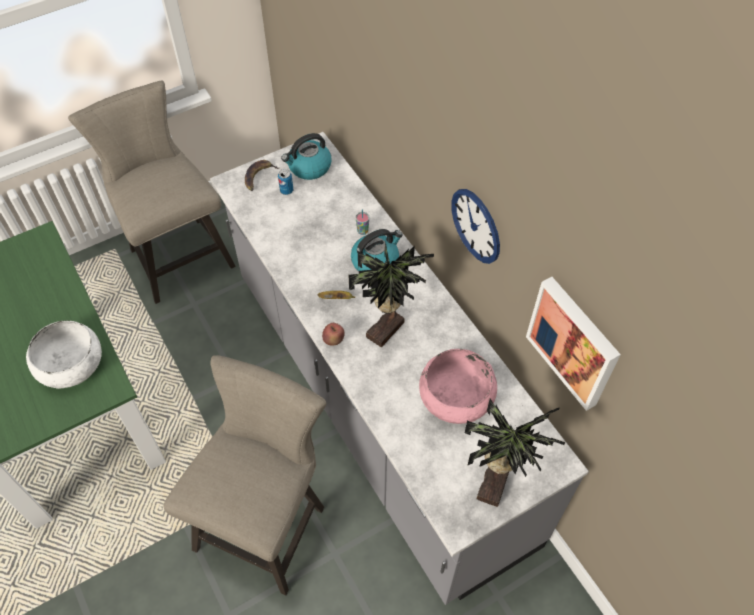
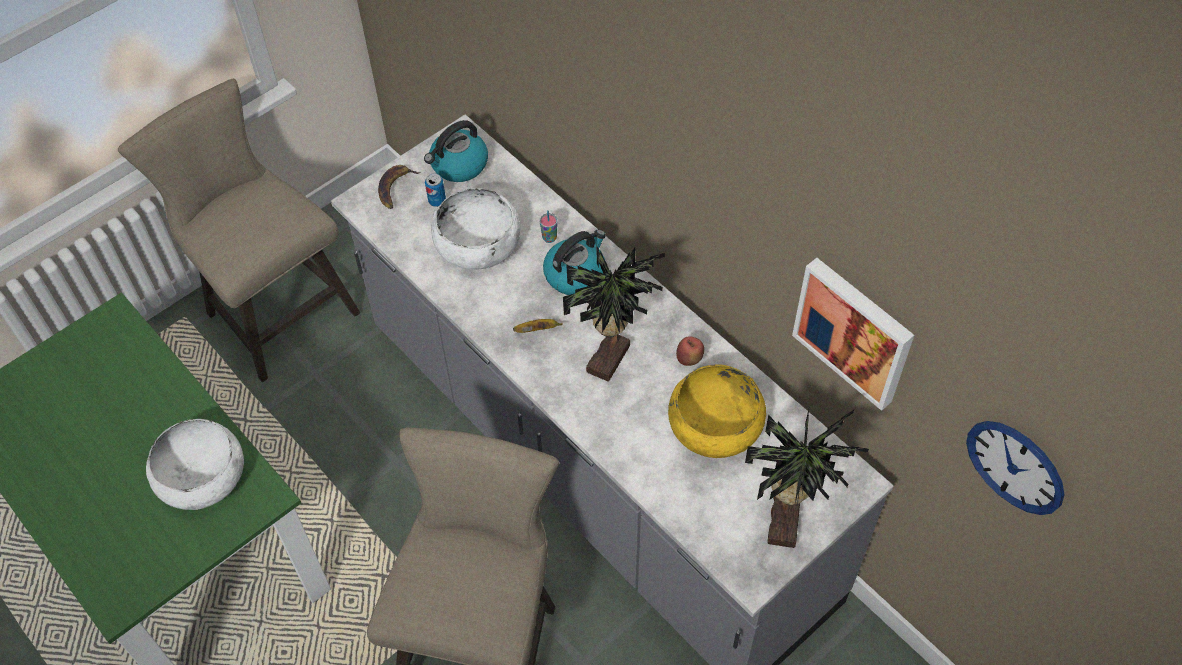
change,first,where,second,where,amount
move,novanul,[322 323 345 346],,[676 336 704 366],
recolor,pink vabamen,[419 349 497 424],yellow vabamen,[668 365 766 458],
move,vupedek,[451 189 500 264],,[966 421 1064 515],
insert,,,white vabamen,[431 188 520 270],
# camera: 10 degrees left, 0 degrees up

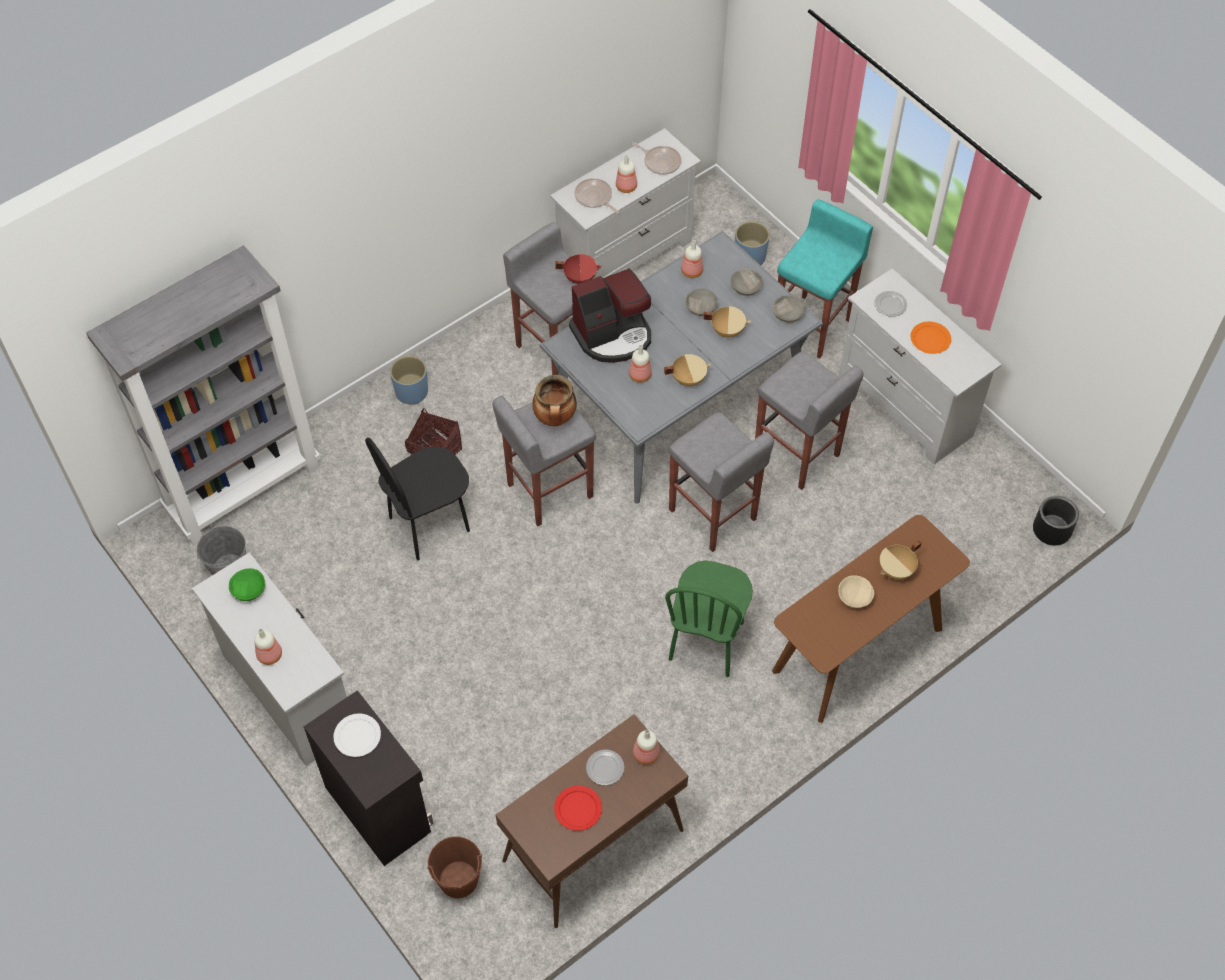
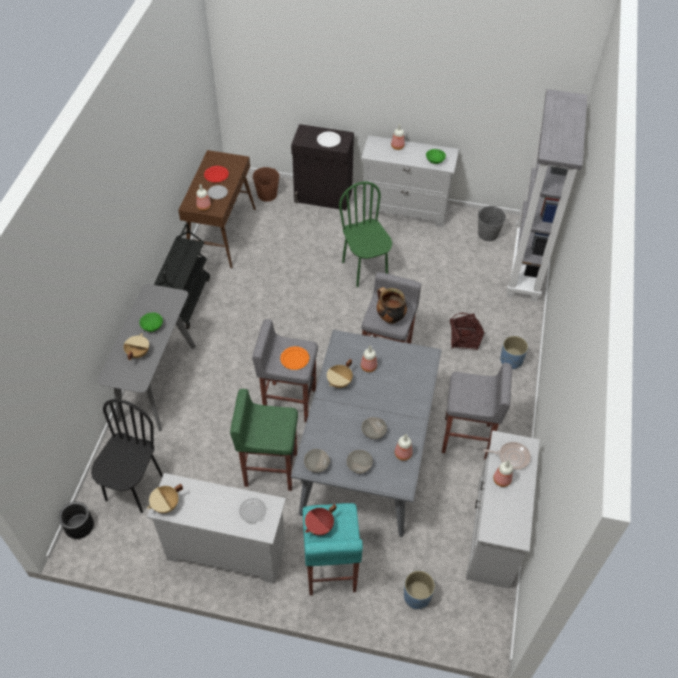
change,first,where,second,where,amount
move,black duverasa,[365 438 470 560],,[91 399 163 513],
move,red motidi,[555 254 602 284],,[305 504 336 536],
delete,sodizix,[569 268 651 363],,,
delete,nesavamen,[632 142 681 175],,,
move,green duverasa,[665 560 753 677],,[339 181 392 287],
move,beige motidi,[703 306 751 338],,[147 484 183 513],
recolor,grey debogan,[755 351 864 490],green debogan,[230 389 298 491],
recolor,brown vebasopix,[772 515 970 723],grey vebasopix,[97 284 196 431],
recolor,beige vabamen,[838 575 874 608],green vabamen,[139 312 163 332],
move,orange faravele,[911 321 951 354],,[280 346 309 370],
insert,,,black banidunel,[154 223 210 329],
# camera: 140 degrees right, 5 degrees down

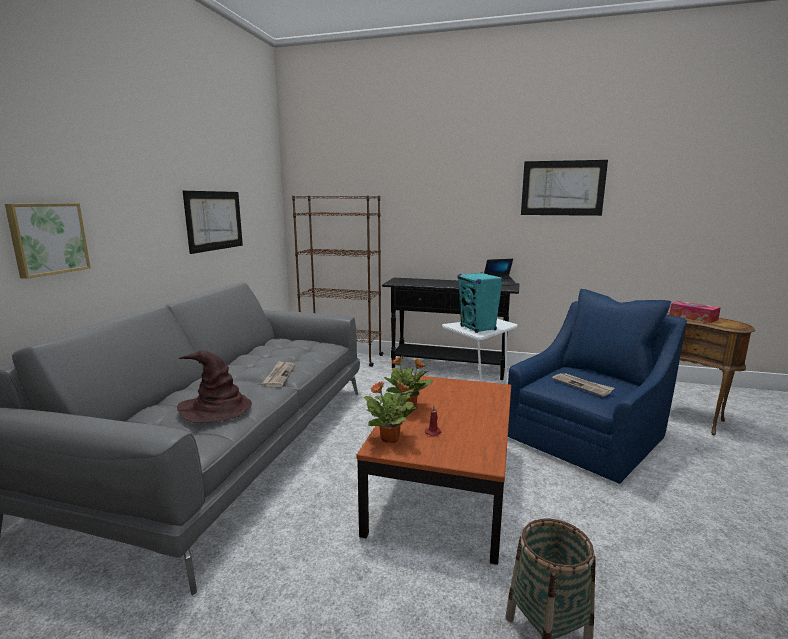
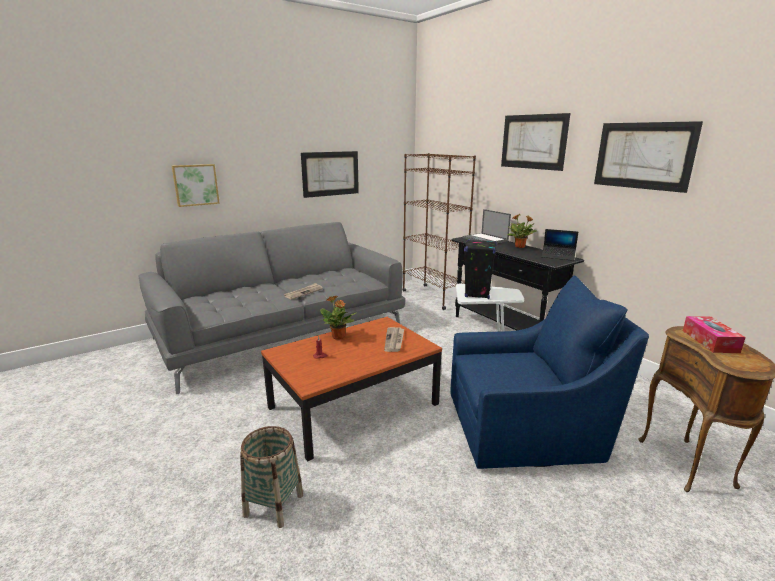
change,first,where,second,where,amount
delete,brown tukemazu,[177 351 252 423],,,
move,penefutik,[364 381 418 443],,[507 214 537 248],
recolor,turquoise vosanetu,[458 272 503 333],black vosanetu,[464 239 497 299],
move,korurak,[552 373 614 397],,[384 327 404 352],
insert,,,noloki,[462 209 511 243],
insert,,,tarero,[501 113 570 171],
# camera: 40 degrees right, 5 degrees up

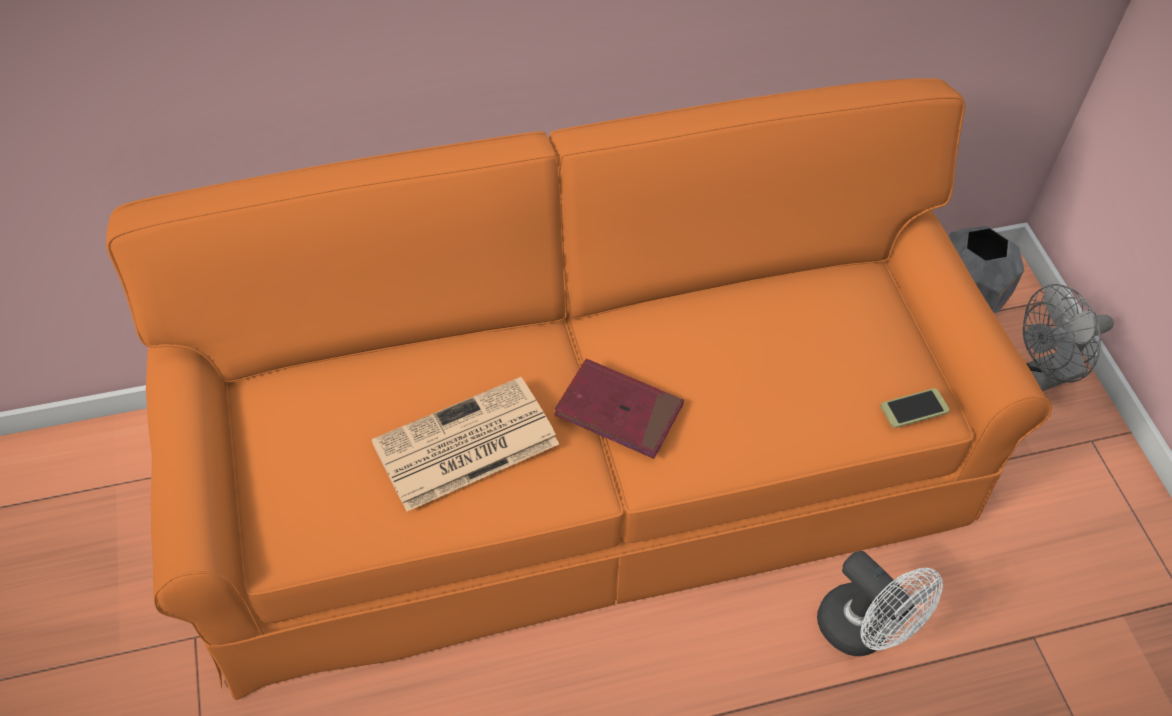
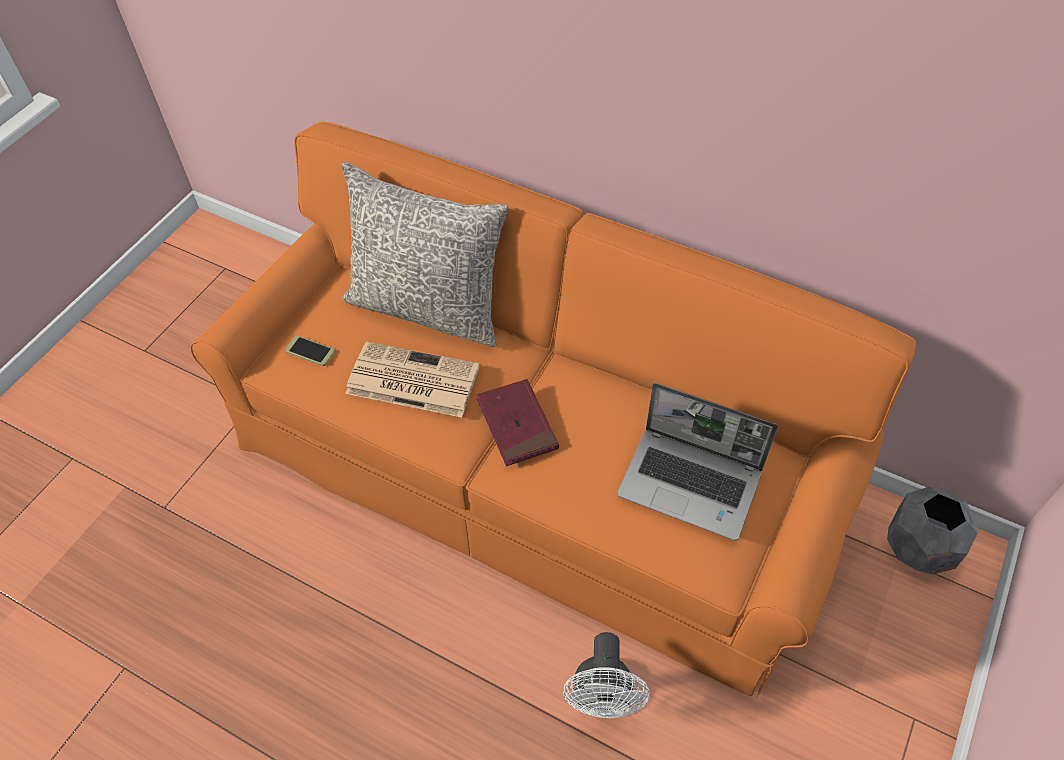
change,first,where,second,where,amount
move,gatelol,[881 388 949 428],,[285 335 335 366],
delete,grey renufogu,[1023 284 1114 391],,,
insert,,,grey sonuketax,[342 161 509 347],
insert,,,noloki,[618 383 778 540],
# camera: 45 degrees right, 0 degrees up

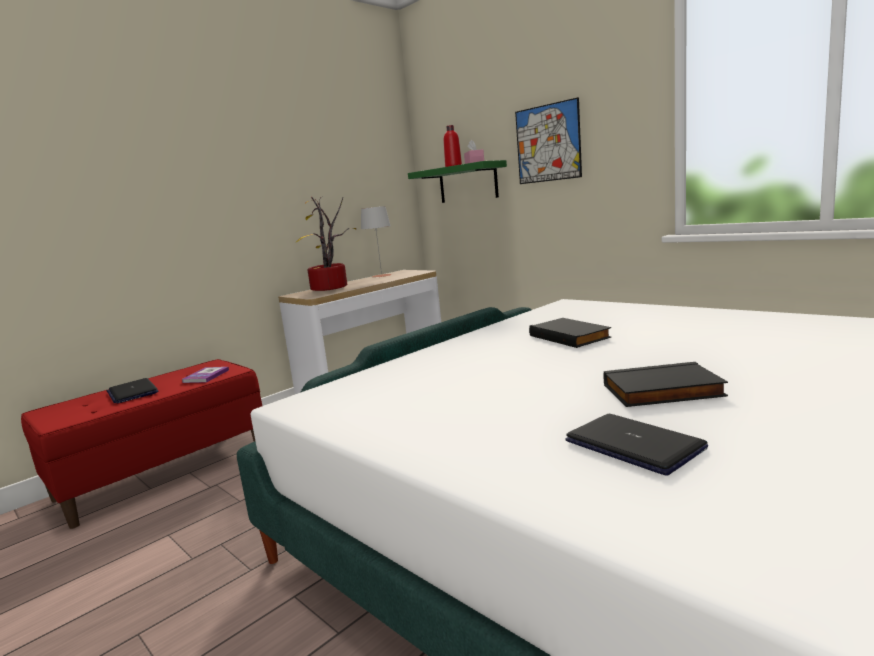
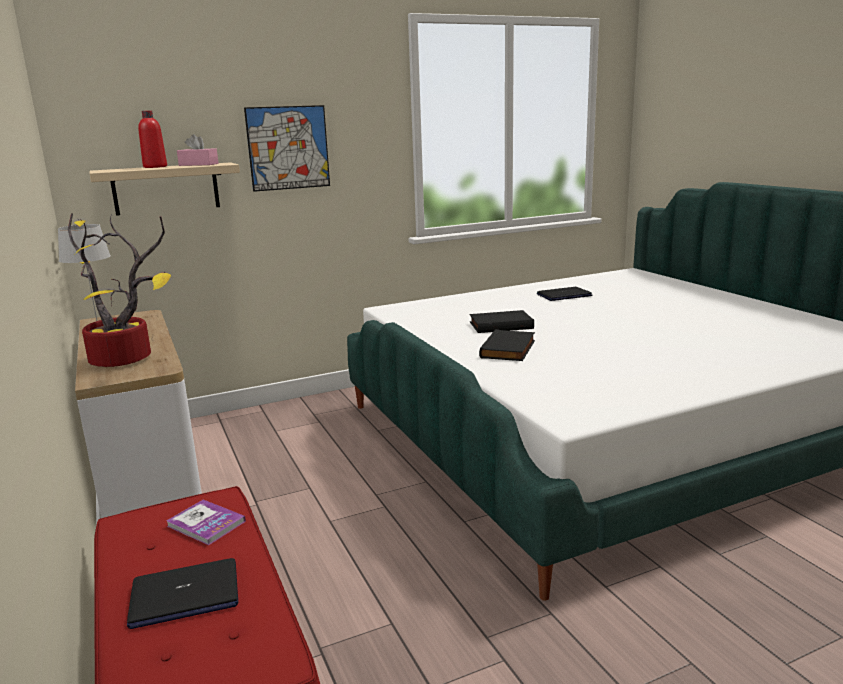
change,first,where,second,where,amount
recolor,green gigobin,[408 160 507 203],beige gigobin,[89 162 240 216],
move,noloki,[565 414 708 476],,[537 287 592 301],
move,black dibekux,[604 362 728 407],,[479 329 535 361],
# camera: 70 degrees left, 5 degrees up

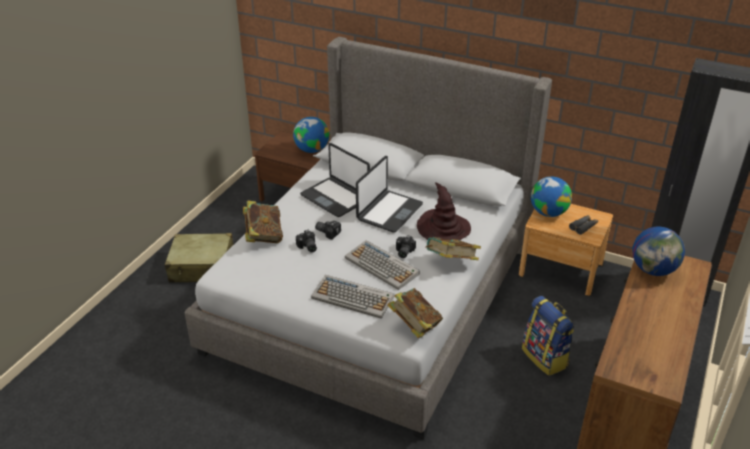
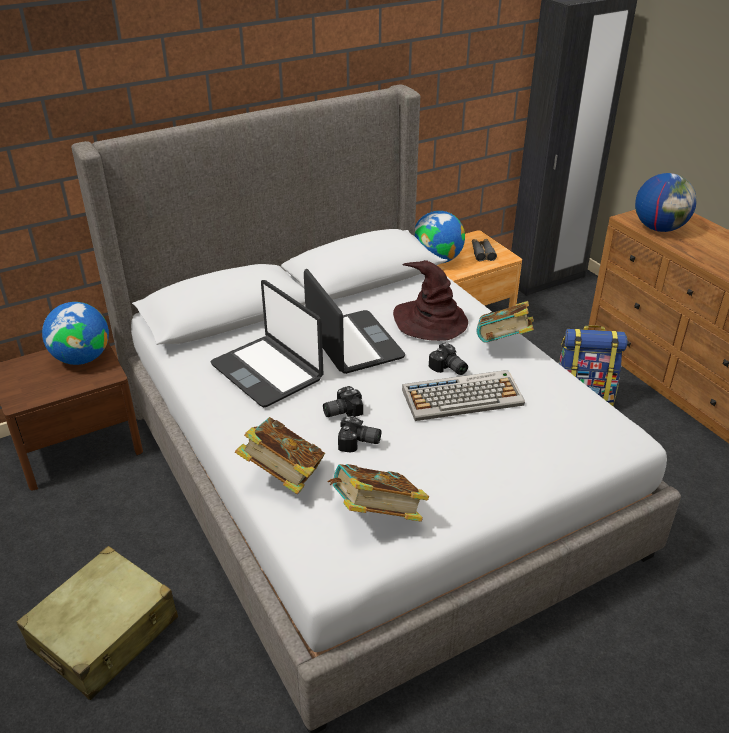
change,first,where,second,where,amount
rotate,noloki,[300 143 370 217],,[210 280 323 407],60 degrees clockwise
delete,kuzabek,[311 275 394 319],,,
move,dibekux,[387 288 443 338],,[327 464 429 522],
# camera: 55 degrees left, 0 degrees up

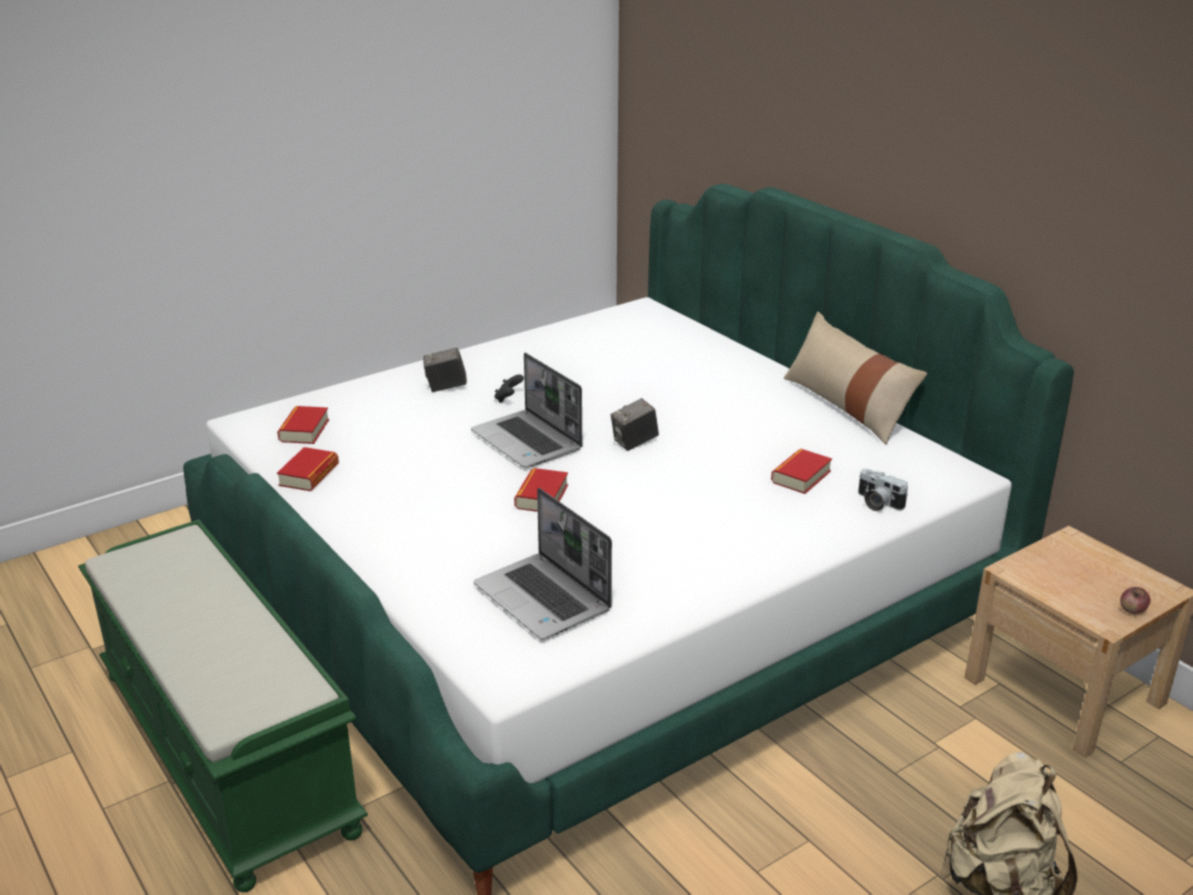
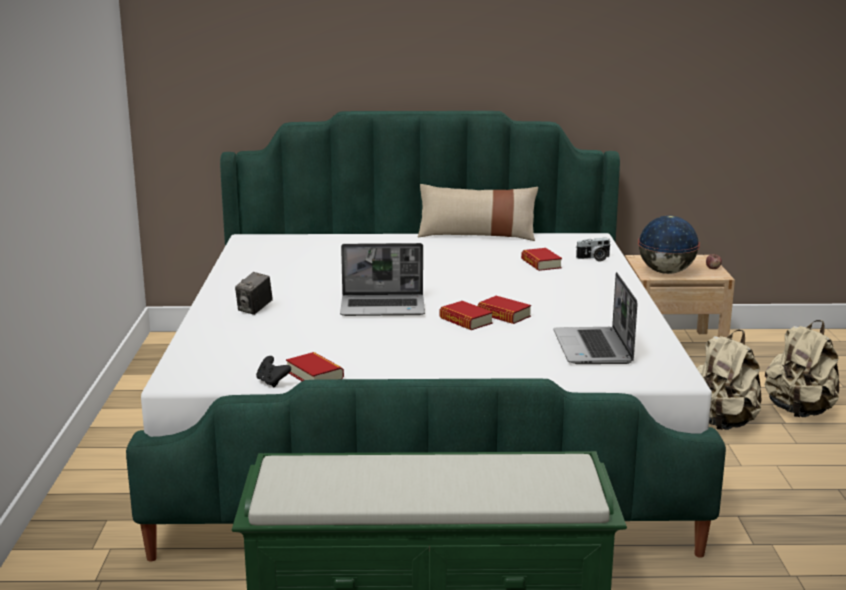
change,first,where,second,where,amount
move,dibekux,[277 406 329 444],,[477 296 531 324],
rotate,noloki,[473 488 612 640],,[553 272 637 364],90 degrees clockwise
move,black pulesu,[495 374 524 403],,[256 356 291 388],
delete,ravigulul,[611 398 659 451],,,
insert,,,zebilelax,[638 216 700 274],
insert,,,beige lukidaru,[697 330 761 430],
# camera: 55 degrees left, 10 degrees down

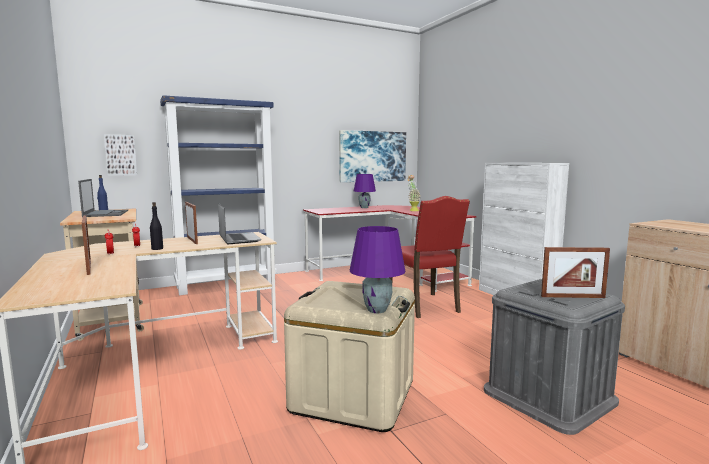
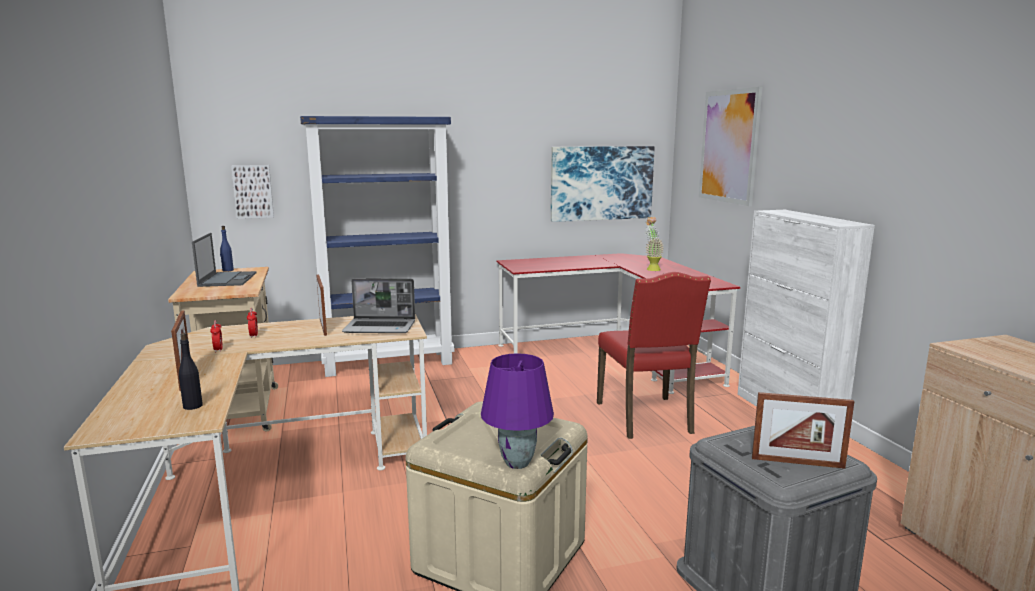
change,first,where,second,where,amount
move,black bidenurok,[150 202 163 250],,[179 333 203 410],
rotate,noloki,[218 203 261 244],,[342 278 415 333],105 degrees clockwise
delete,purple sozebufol,[354 174 376 208],,,
insert,,,tarero,[699 87 762 206],
# camera: 10 degrees right, 5 degrees up

